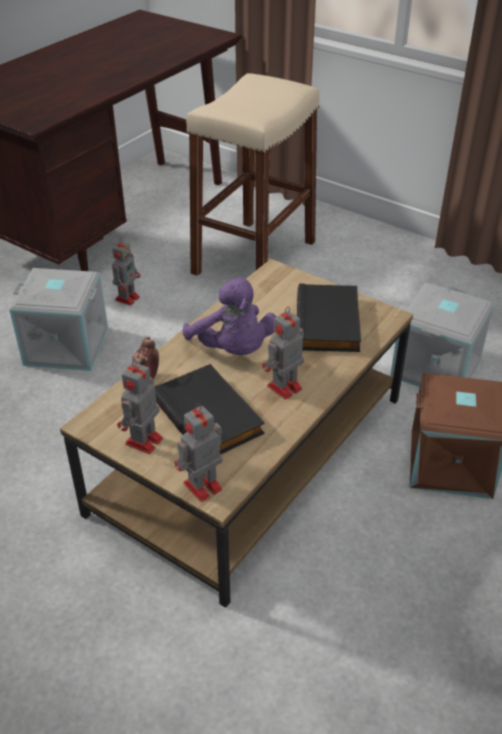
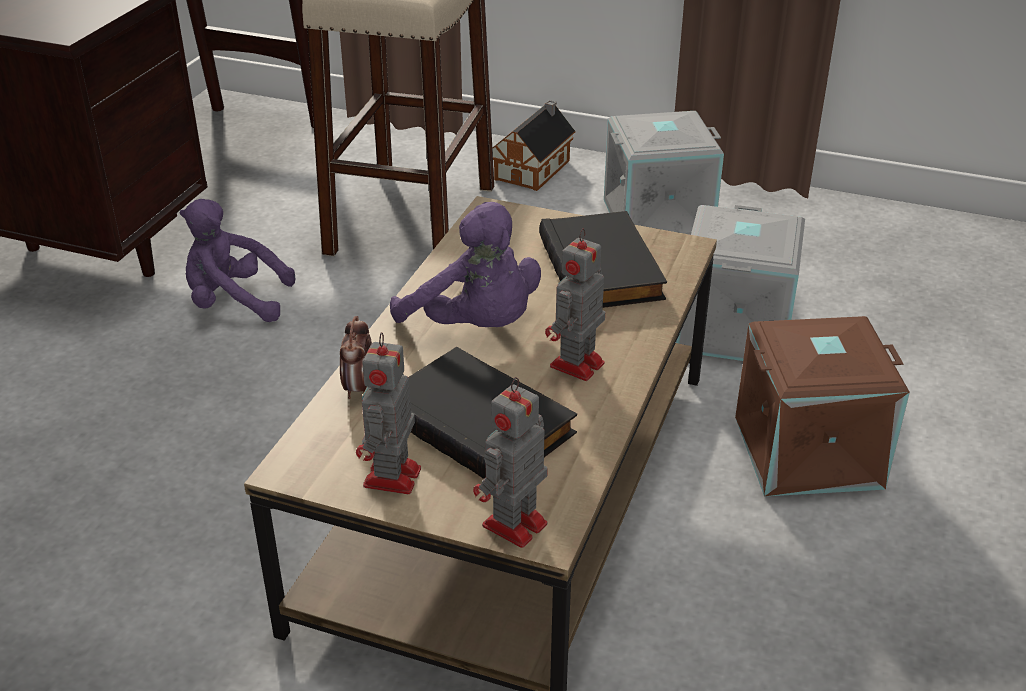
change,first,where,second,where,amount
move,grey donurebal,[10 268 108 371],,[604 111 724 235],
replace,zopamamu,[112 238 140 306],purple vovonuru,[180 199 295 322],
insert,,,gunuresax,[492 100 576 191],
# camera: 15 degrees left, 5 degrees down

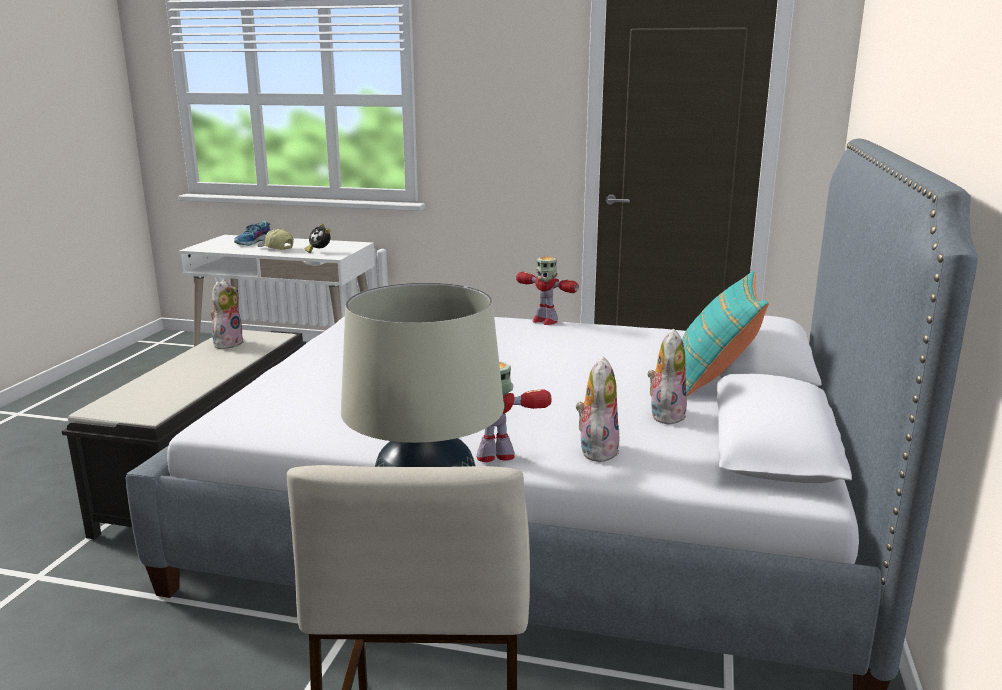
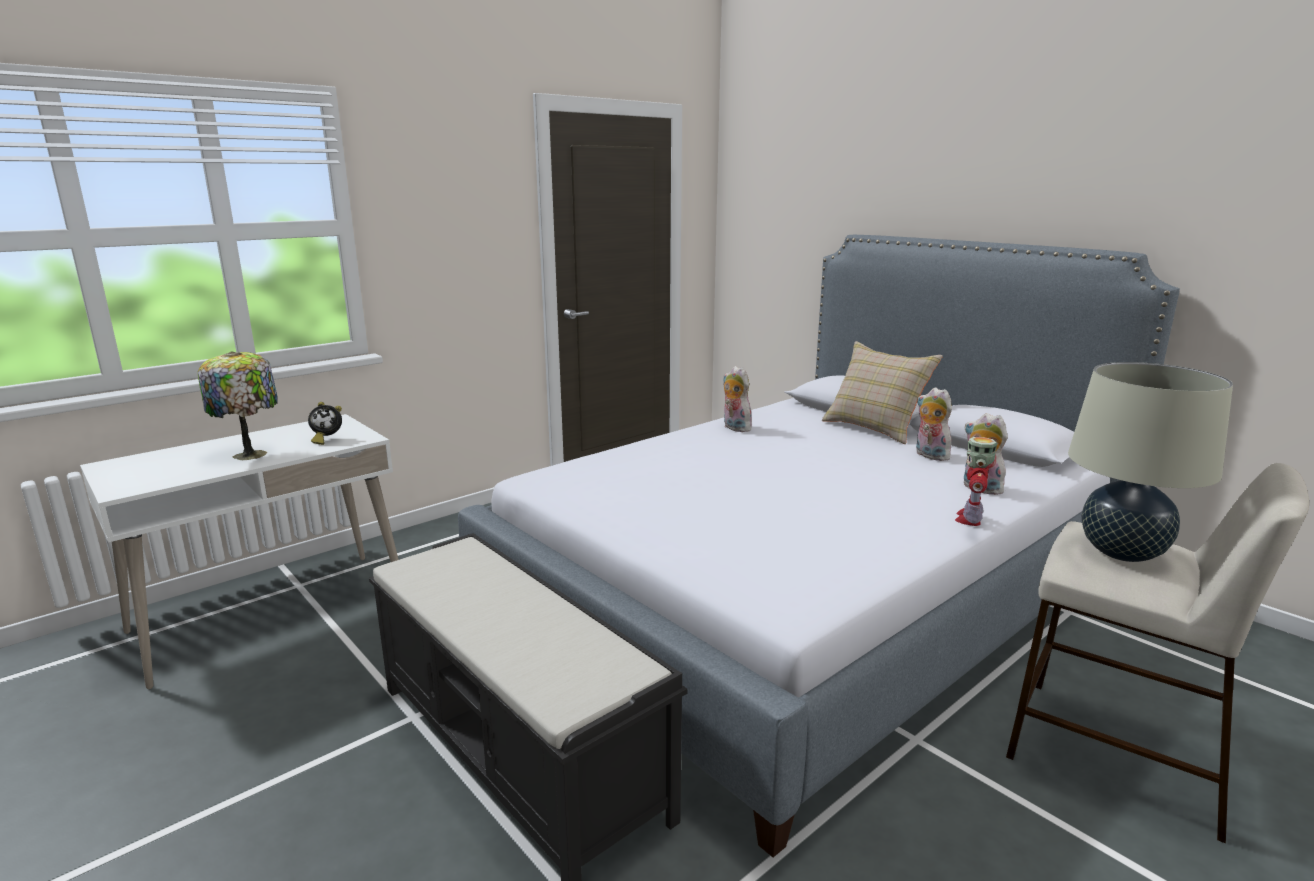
change,first,where,second,where,amount
move,vovonuru,[211 280 244 349],,[723 366 752 432],
delete,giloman,[234 221 270 246],,,
replace,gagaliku,[258 228 294 250],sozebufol,[198 351 278 461],
delete,zopamamu,[516 257 579 325],,,
recolor,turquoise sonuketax,[682 271 769 397],beige sonuketax,[822 341 943 444],
# camera: 55 degrees left, 0 degrees up

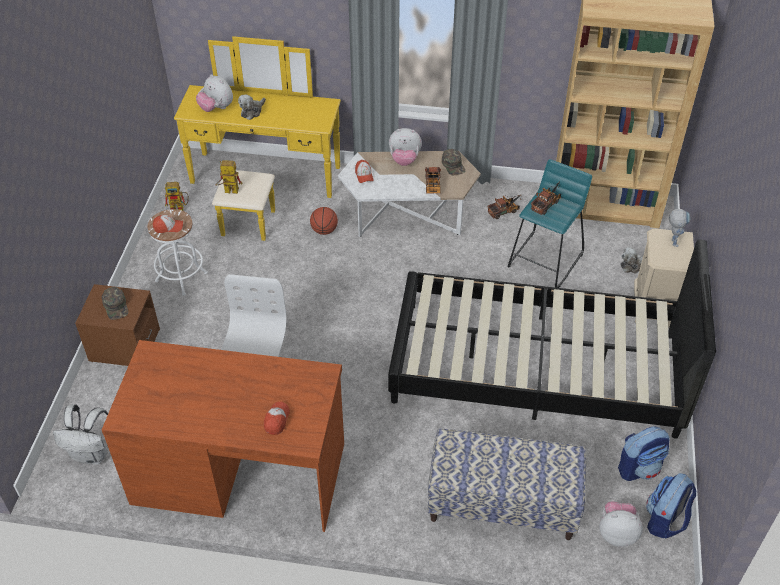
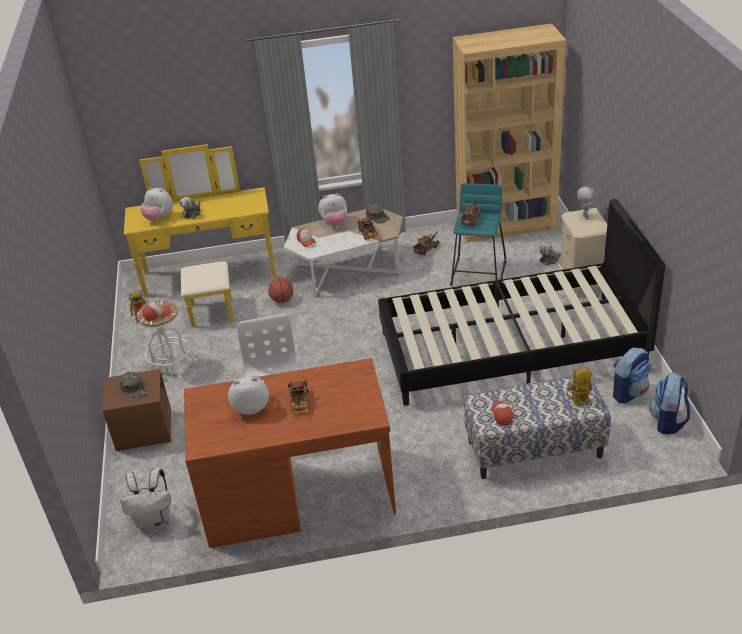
change,first,where,second,where,amount
move,zopamamu,[215 160 242 194],,[567 366 592 405],
move,gagaliku,[264 402 290 435],,[492 401 513 426],
move,vovonuru,[599 501 643 547],,[228 375 269 415],
insert,,,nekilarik,[288 380 309 414],
# camera: 15 degrees left, 10 degrees down

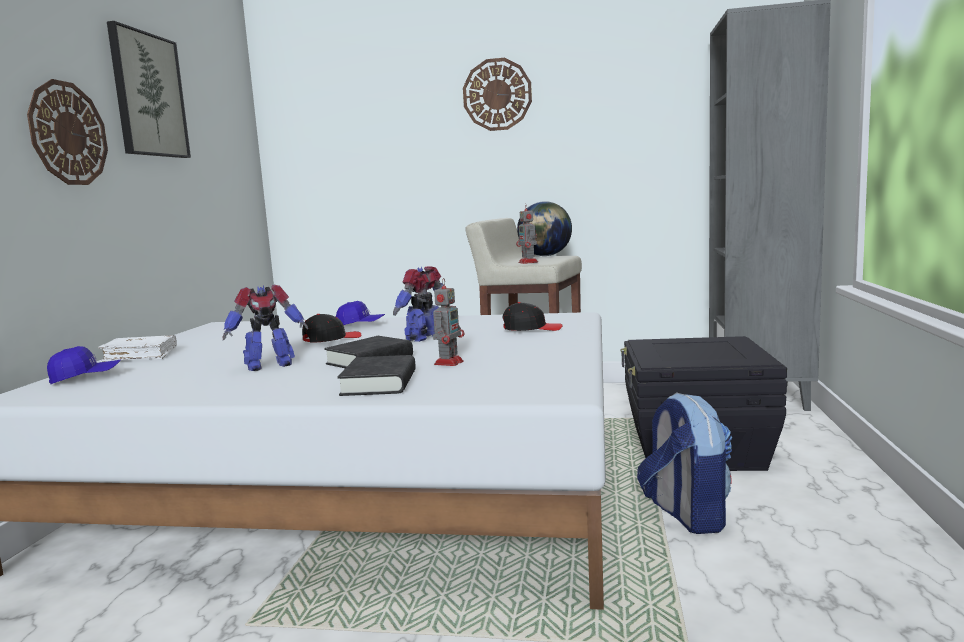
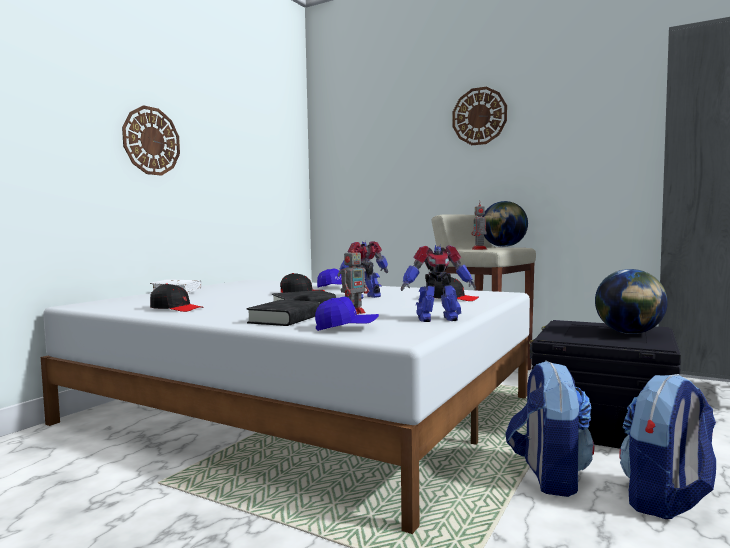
change,first,where,second,where,amount
move,blue gagaliku,[47 346 121 384],,[315 297 379 331],
delete,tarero,[107 21 191 158],,,
move,zopamamu,[223 285 308 371],,[401 245 476 322],
insert,,,black gagaliku,[150 283 203 312],
insert,,,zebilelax,[595 269 668 334],
insert,,,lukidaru,[619 374 716 519],
# camera: 20 degrees right, 5 degrees down

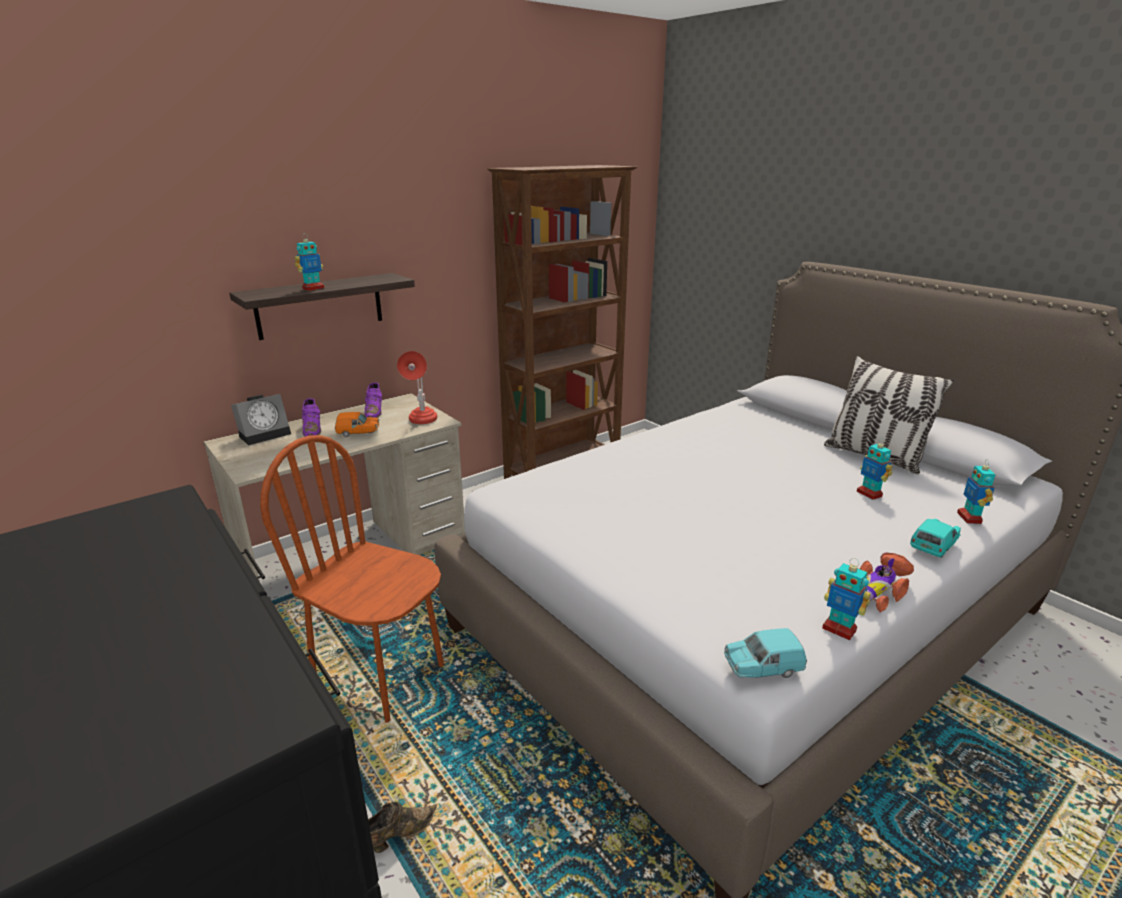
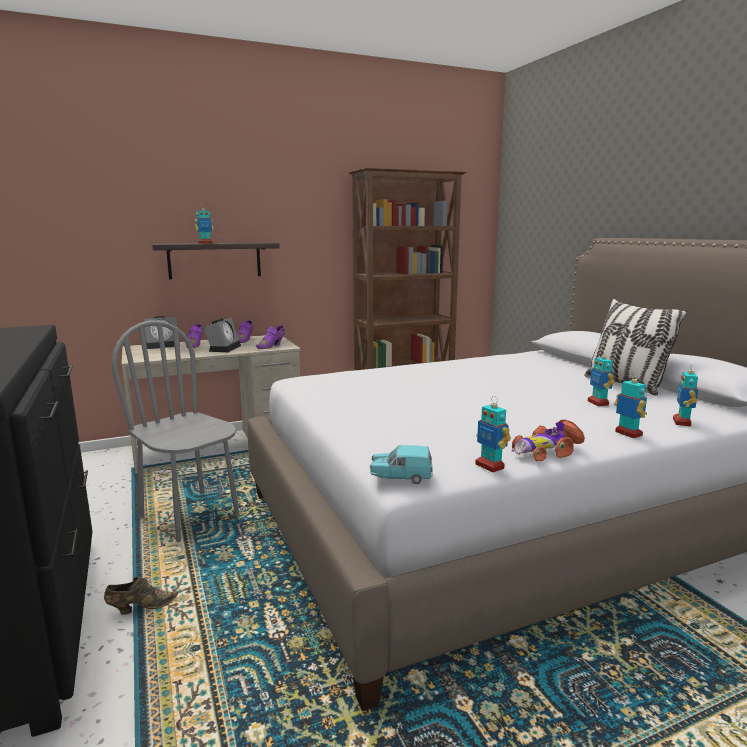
change,first,where,second,where,amount
recolor,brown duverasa,[260 435 444 723],grey duverasa,[112 321 239 542],
replace,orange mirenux,[335 412 379 437],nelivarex,[204 318 241 352],
replace,red sozebufol,[397 351 437 424],purple giloman,[256 325 285 349],
replace,turquoise mirenux,[910 519 961 558],zopamamu,[614 373 647 438],
# camera: 15 degrees right, 10 degrees down

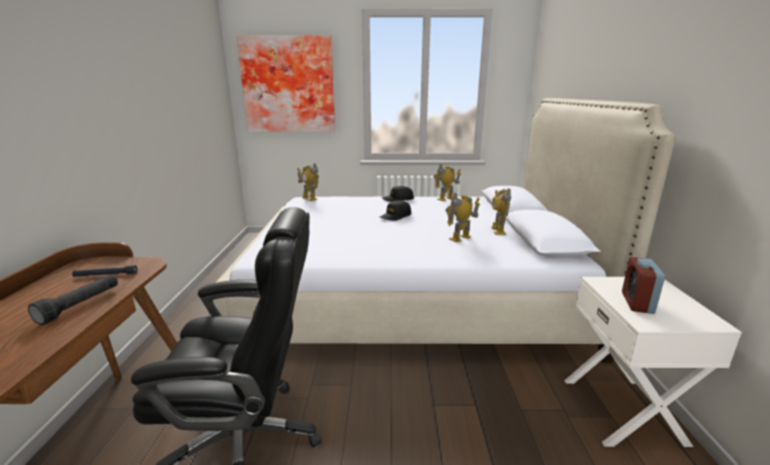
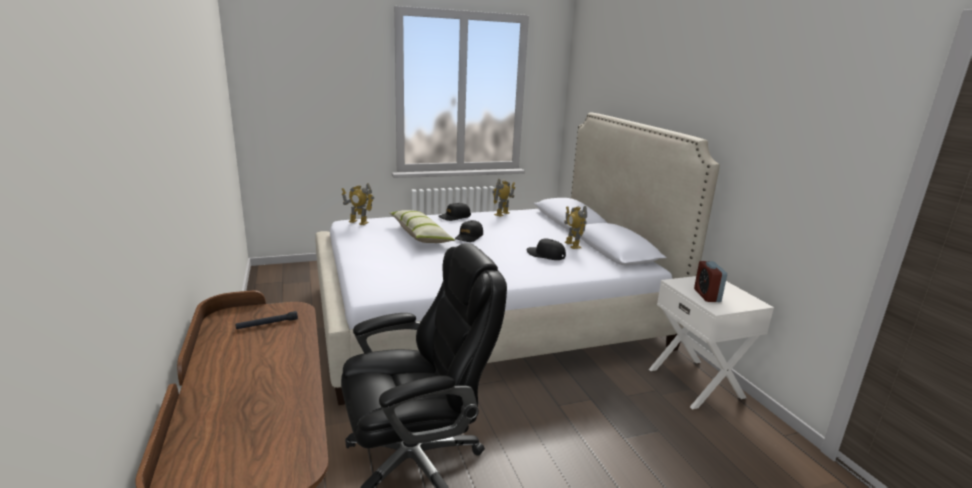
change,first,where,second,where,amount
delete,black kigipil,[28 274 118 325],,,
delete,tarero,[237 35 335 132],,,
replace,zopamamu,[445 193 480 242],black gagaliku,[527 238 566 260],
insert,,,sonuketax,[389 210 455 243],
# camera: 20 degrees left, 0 degrees up

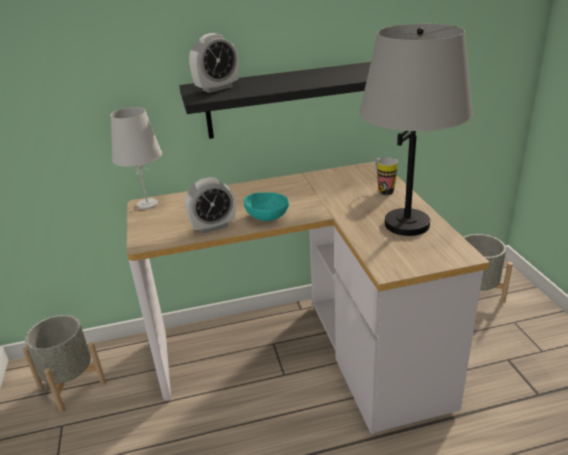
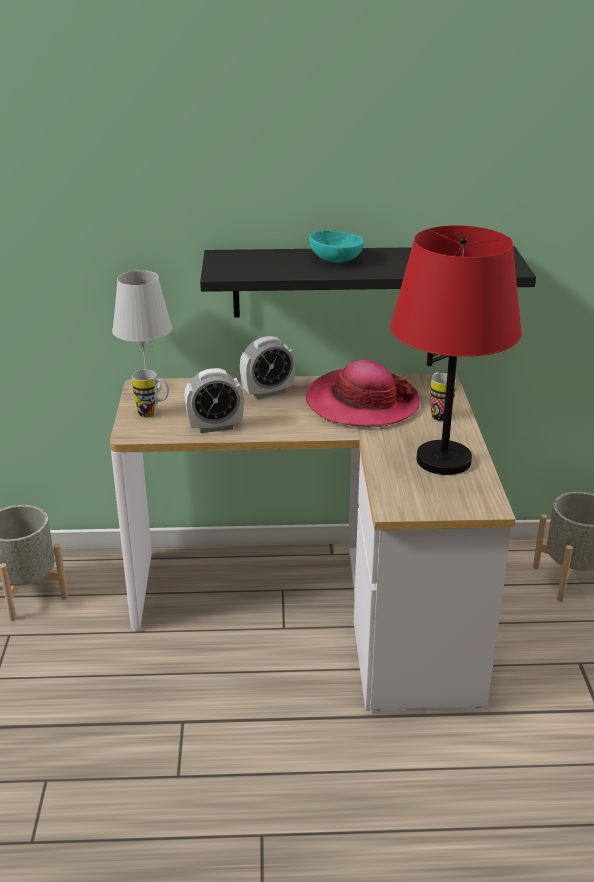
change,first,where,second,where,amount
move,nelivarex,[189 33 239 93],,[240 336 296 399],
move,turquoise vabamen,[244 192 289 221],,[309 230 364 263],
recolor,grey sozebufol,[359 24 473 236],red sozebufol,[390 225 522 475],
insert,,,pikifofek,[132 370 169 417],
insert,,,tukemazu,[306 360 420 427],
# camera: 10 degrees right, 0 degrees up

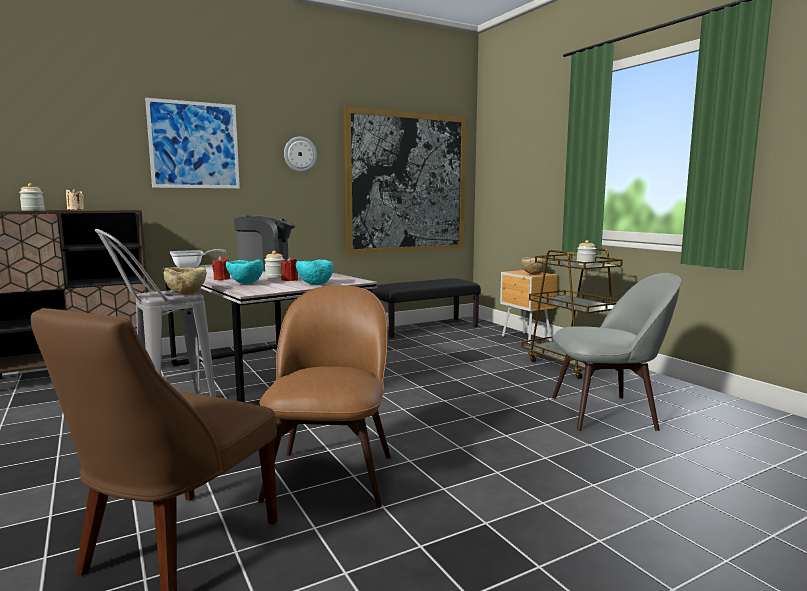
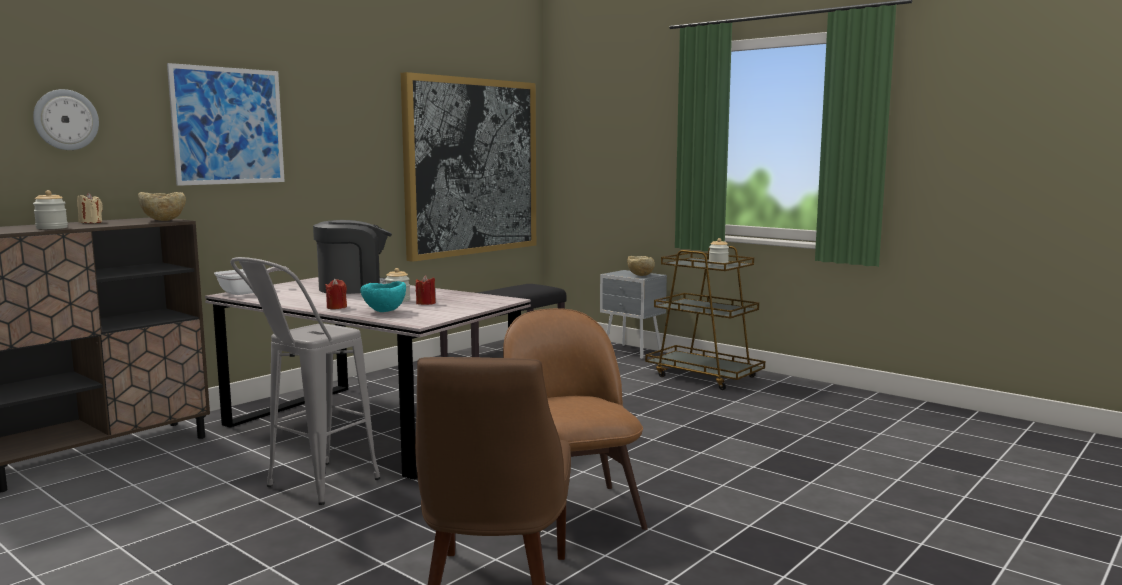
change,first,where,second,where,amount
move,beige vabamen,[164 267 207 295],,[138 192 186 221],
move,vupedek,[284 137 317 172],,[33 89 99 150],
delete,turquoise vabamen,[296 259 333 285],,,
recolor,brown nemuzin,[500 270 558 344],grey nemuzin,[600 270 667 359],
delete,grey duverasa,[552 273 682 431],,,
# camera: 20 degrees left, 0 degrees up

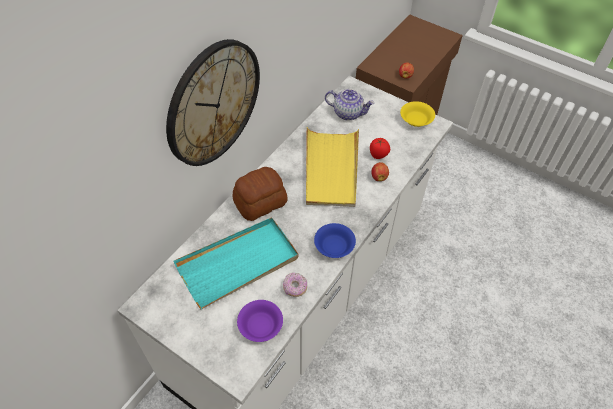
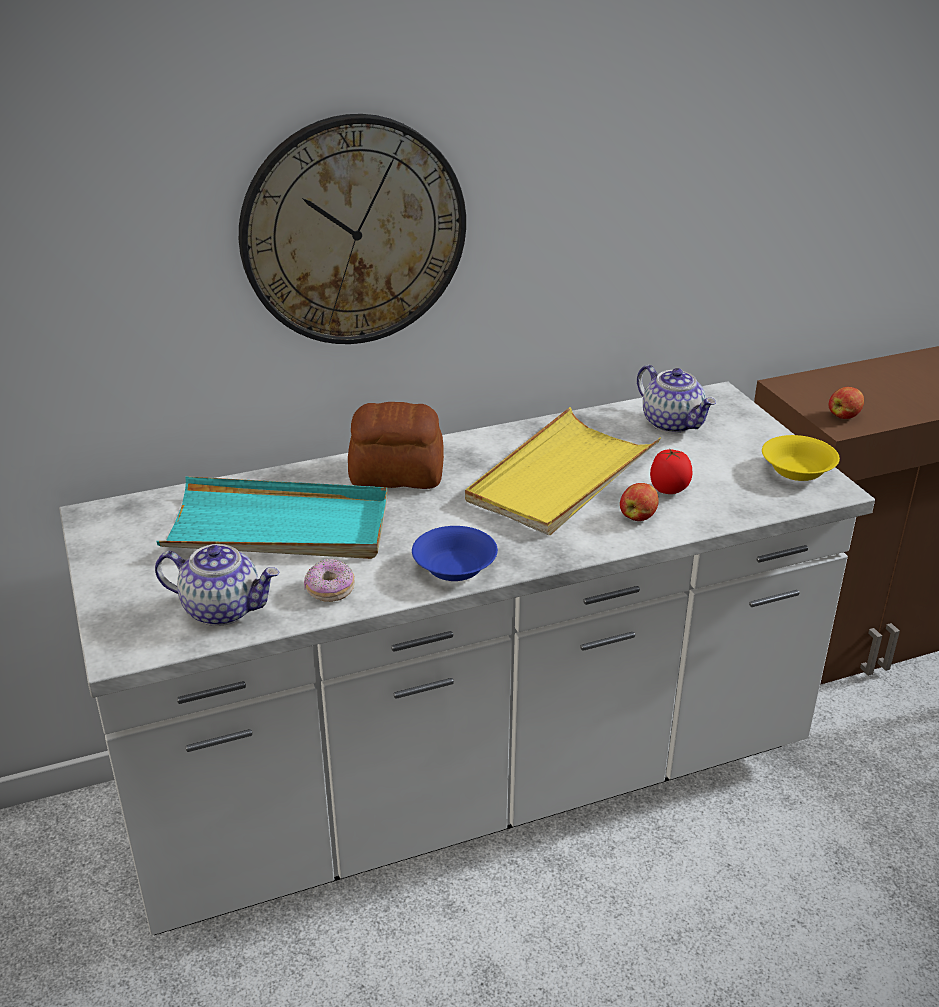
change,first,where,second,where,amount
replace,purple vabamen,[237 300 283 342],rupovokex,[155 544 280 626],
# camera: 35 degrees right, 20 degrees down

